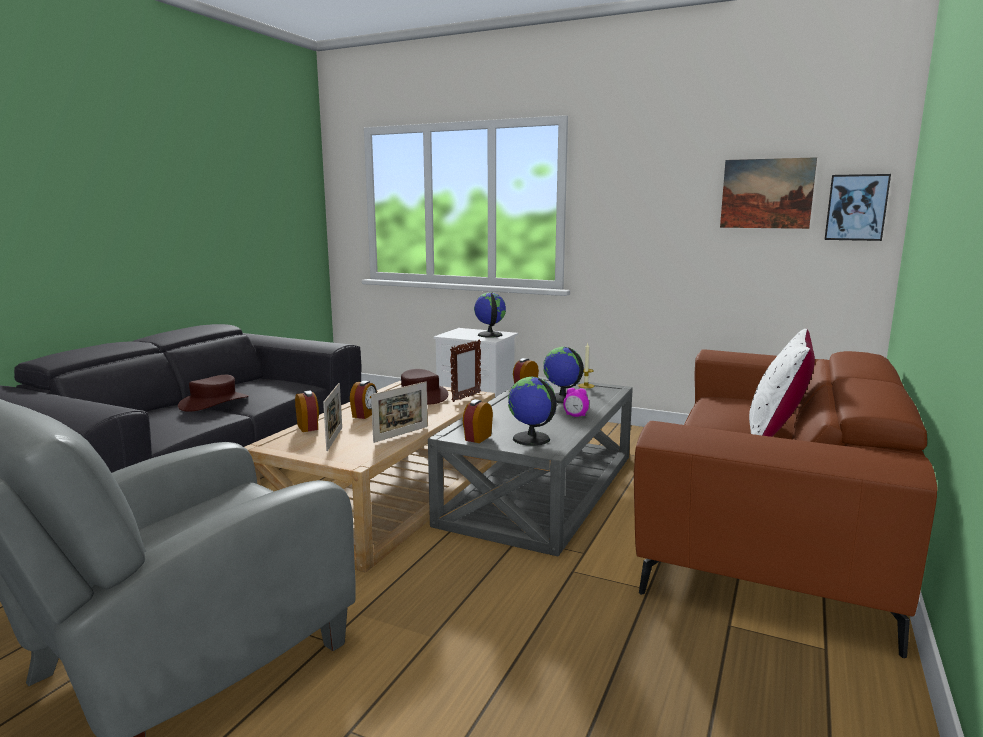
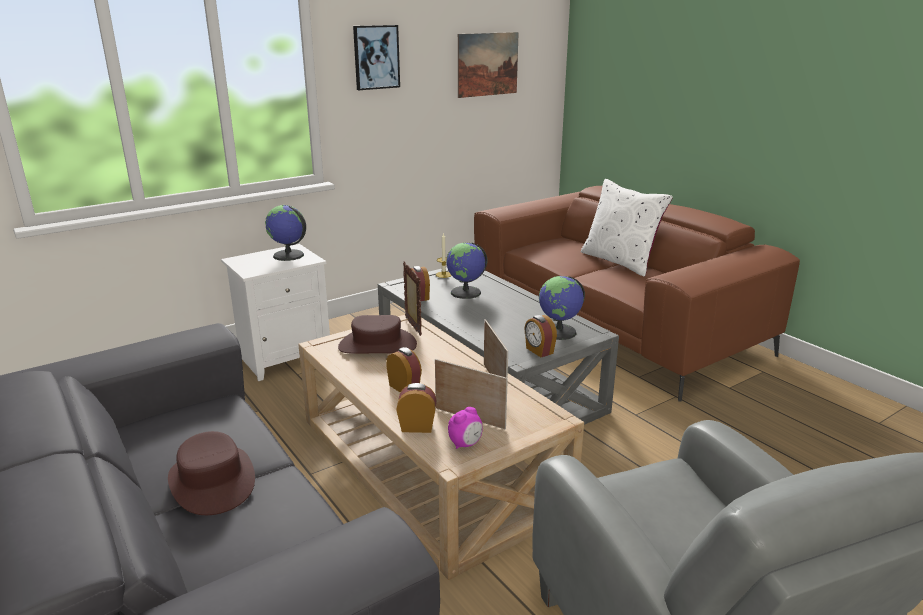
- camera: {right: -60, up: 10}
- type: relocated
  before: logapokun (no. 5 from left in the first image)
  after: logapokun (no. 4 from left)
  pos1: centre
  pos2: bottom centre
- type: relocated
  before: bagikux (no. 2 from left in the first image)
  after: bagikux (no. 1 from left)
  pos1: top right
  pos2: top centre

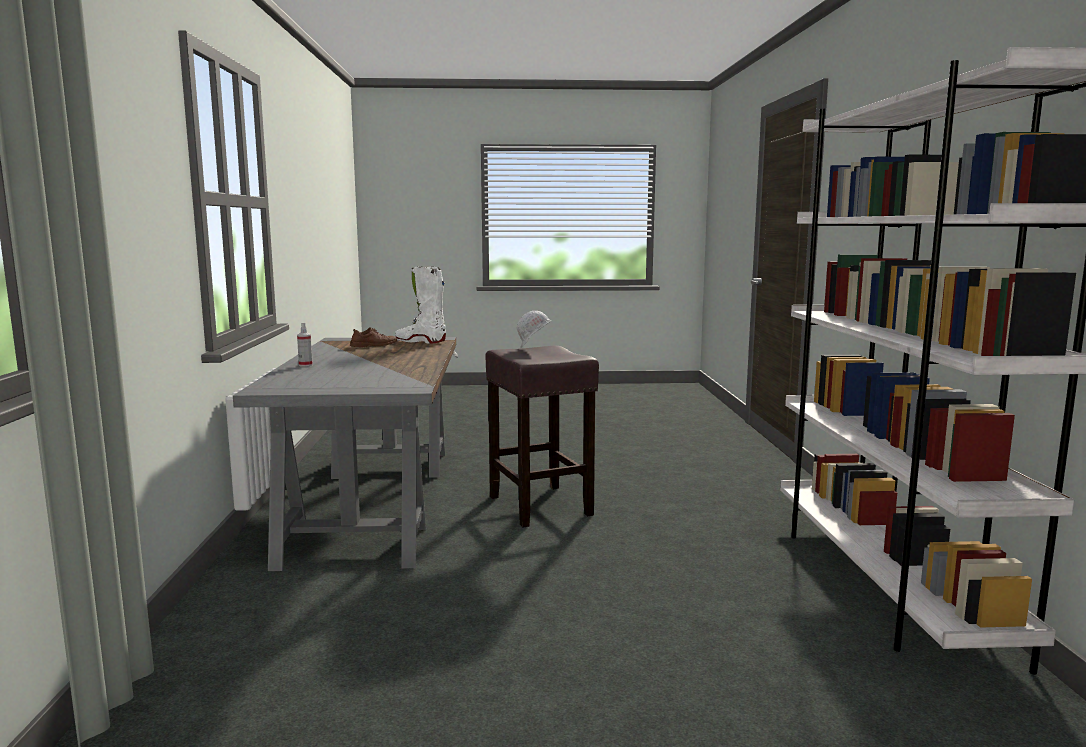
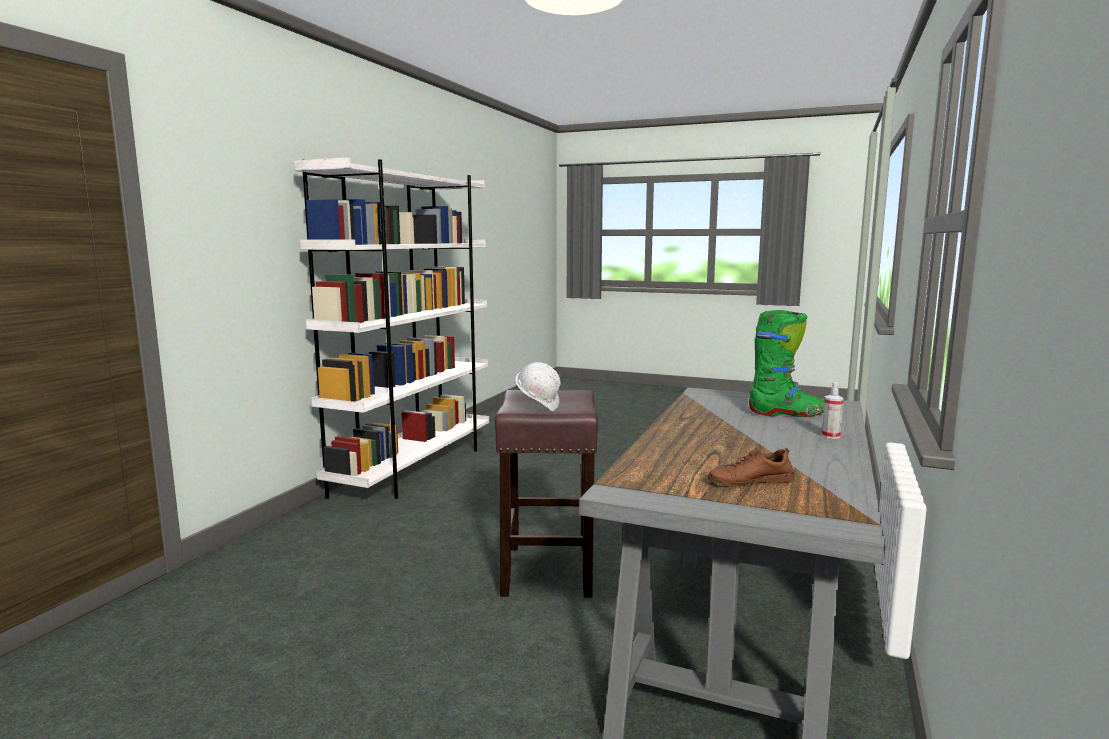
- camera: {right: -155, up: 0}
- type: missing
  before: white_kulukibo
  pos1: centre
- type: appeared
  after: green_kulukibo
  pos2: middle right

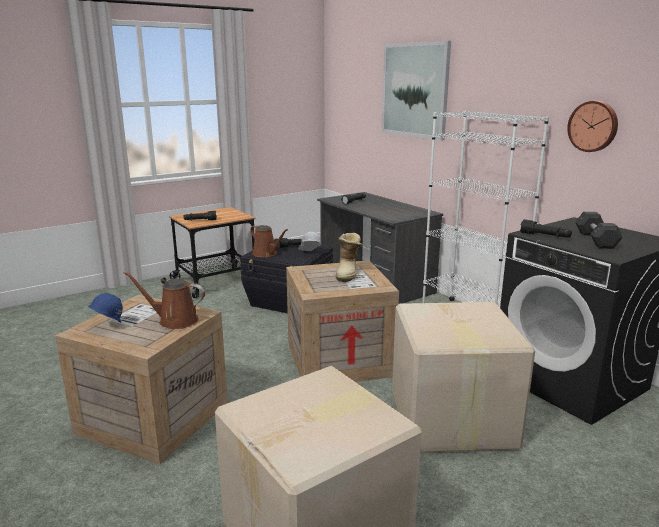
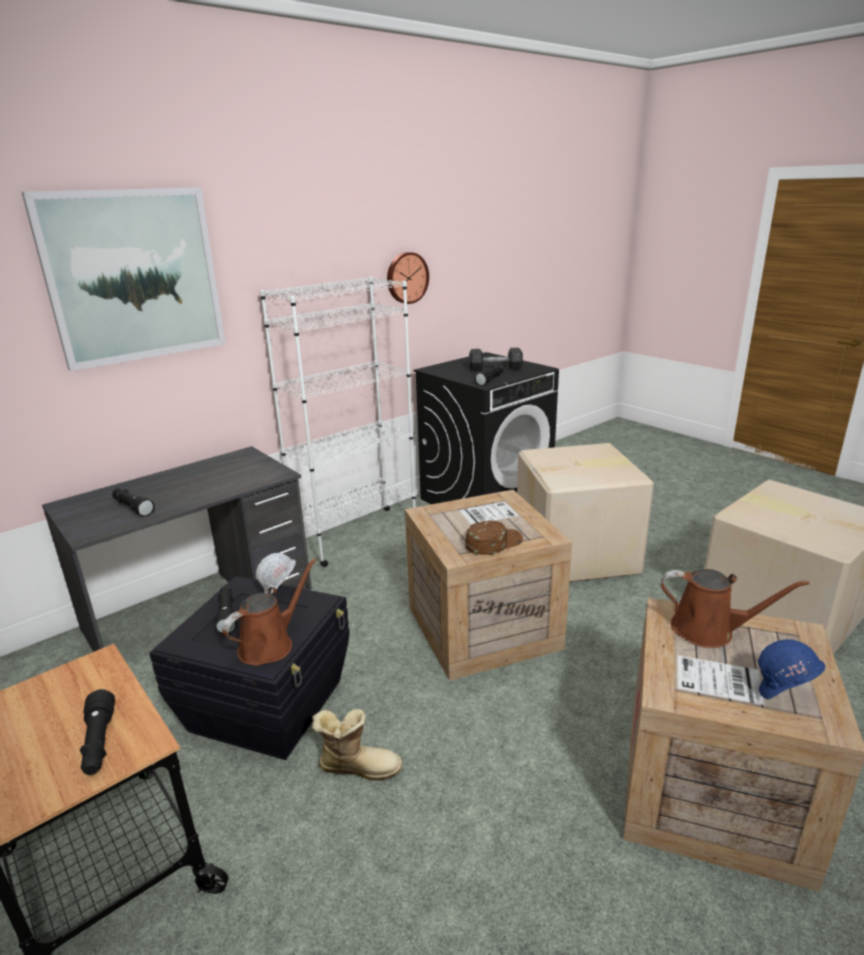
- camera: {right: -95, up: 5}
- type: spun
  before: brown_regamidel (no. 1 from left in the first image)
  pos1: middle left
  pos2: middle right
  turn: -75
- type: relocated
  before: kulukibo
  pos1: centre
  pos2: bottom centre
- type: appeared
  after: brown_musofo
  pos2: centre

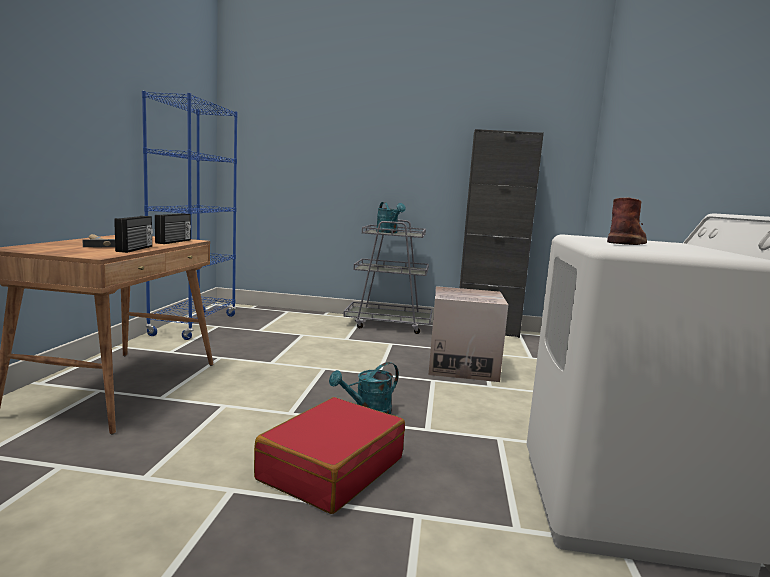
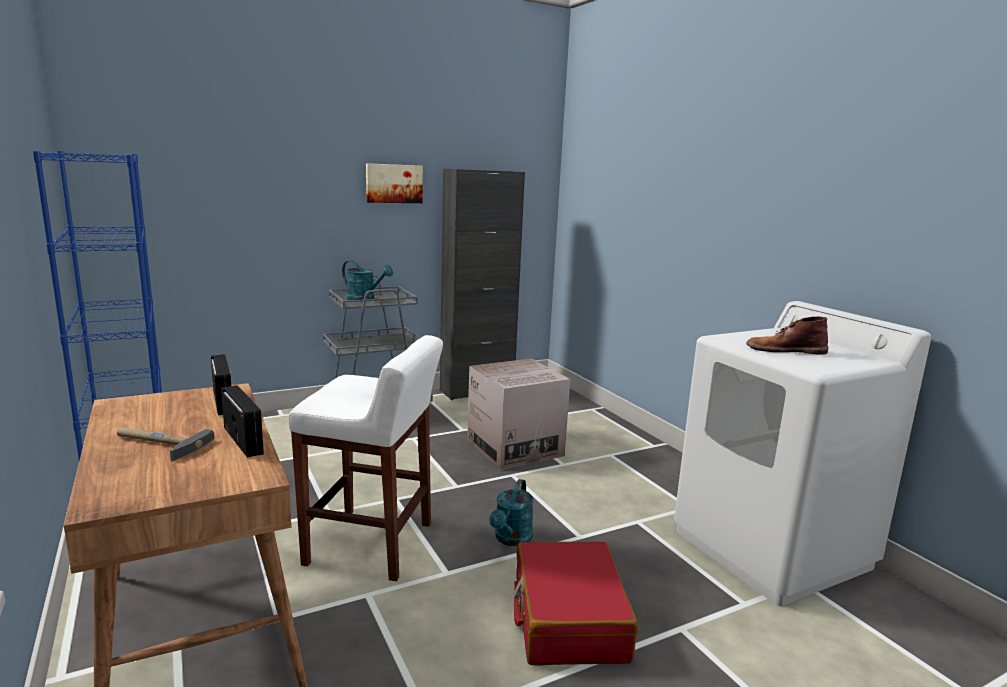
- camera: {right: -35, up: 5}
- type: spun
  before: brown_kulukibo
  pos1: middle right
  pos2: middle right
  turn: -75
- type: appeared
  after: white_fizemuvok
  pos2: bottom centre
- type: appeared
  after: bagikux
  pos2: top centre

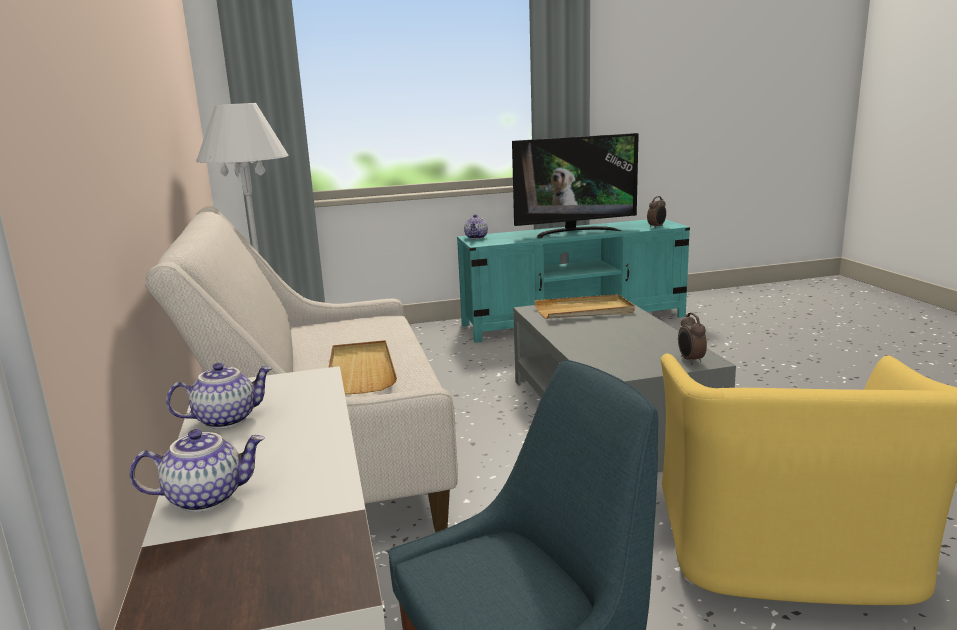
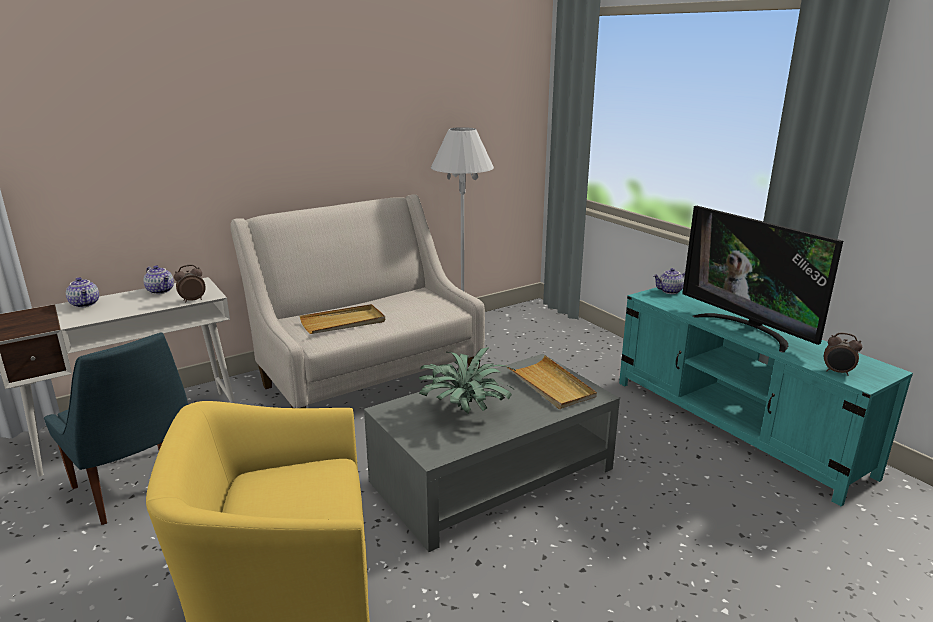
- camera: {right: 70, up: 5}
- type: relocated
  before: logapokun (no. 2 from left in the first image)
  after: logapokun (no. 1 from left)
  pos1: middle right
  pos2: middle left
- type: appeared
  after: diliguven
  pos2: centre

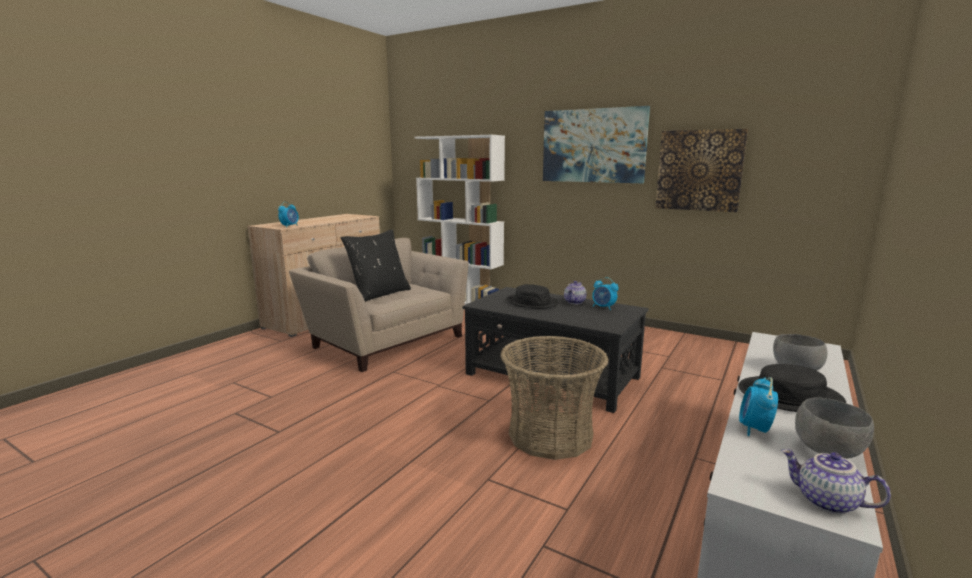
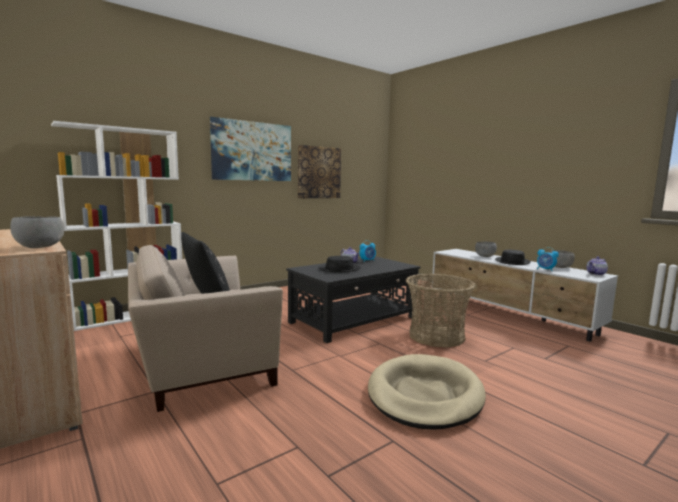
- camera: {right: -70, up: -5}
- type: exchanged
  before: logapokun (no. 1 from left)
  after: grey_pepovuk (no. 1 from left)
  pos1: middle left
  pos2: middle left
- type: appeared
  after: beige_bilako
  pos2: bottom centre

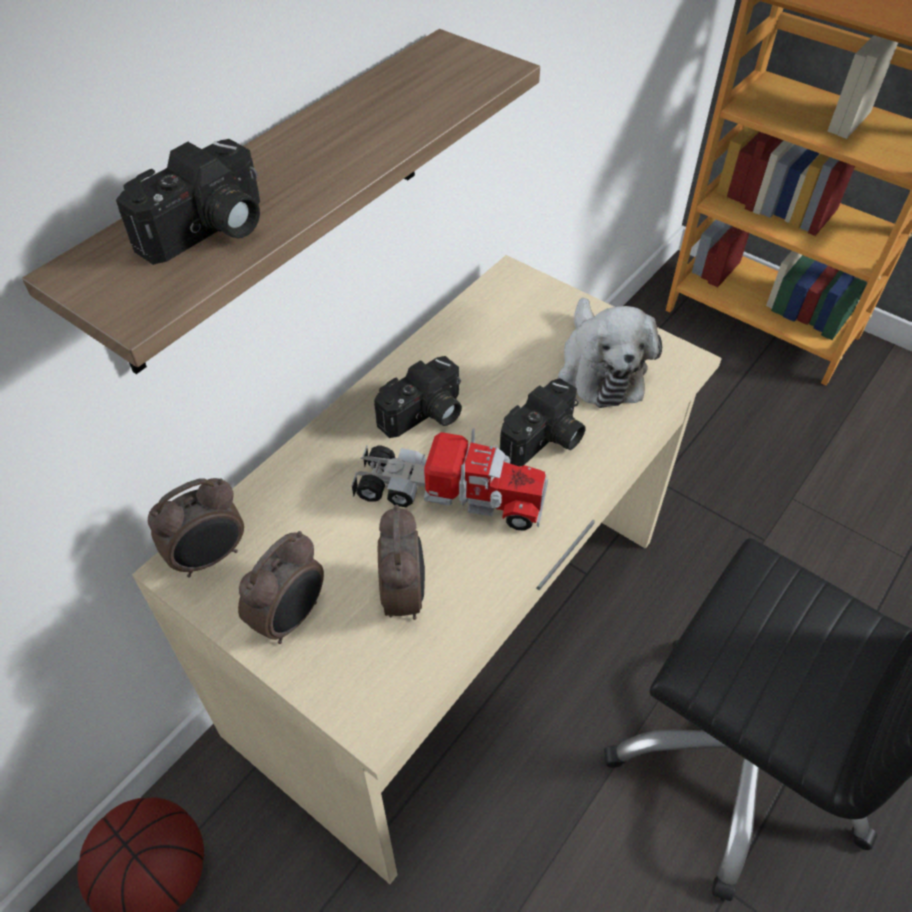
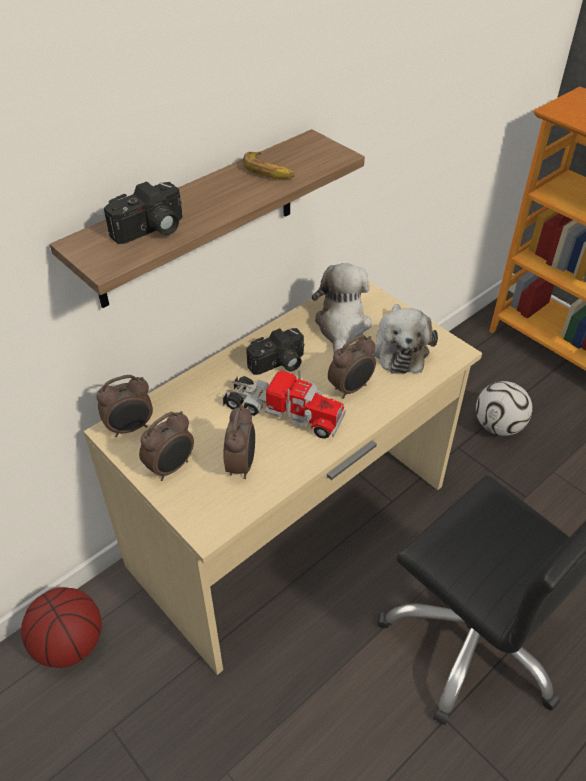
- camera: {right: 10, up: -5}
- type: exchanged
  before: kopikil (no. 3 from left)
  after: logapokun (no. 4 from left)
  pos1: centre
  pos2: centre
- type: appeared
  after: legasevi
  pos2: top centre
- type: appeared
  after: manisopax (no. 1 from left)
  pos2: centre
- type: appeared
  after: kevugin
  pos2: middle right

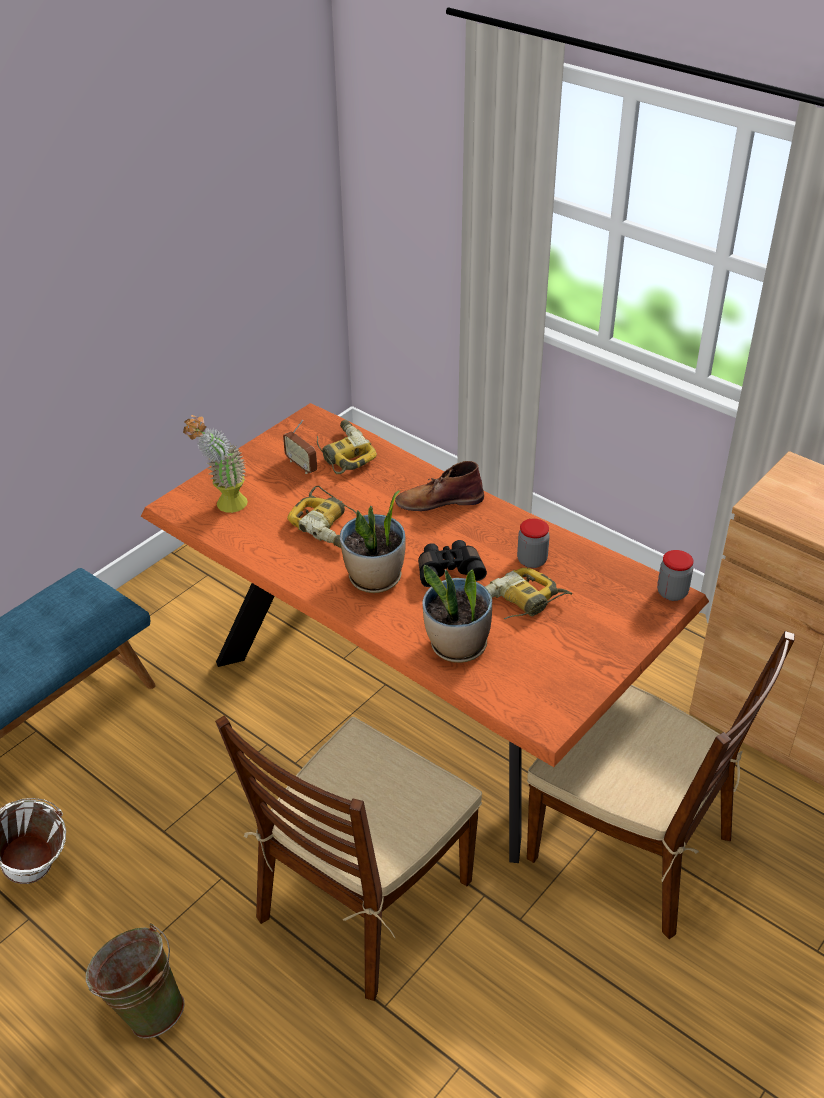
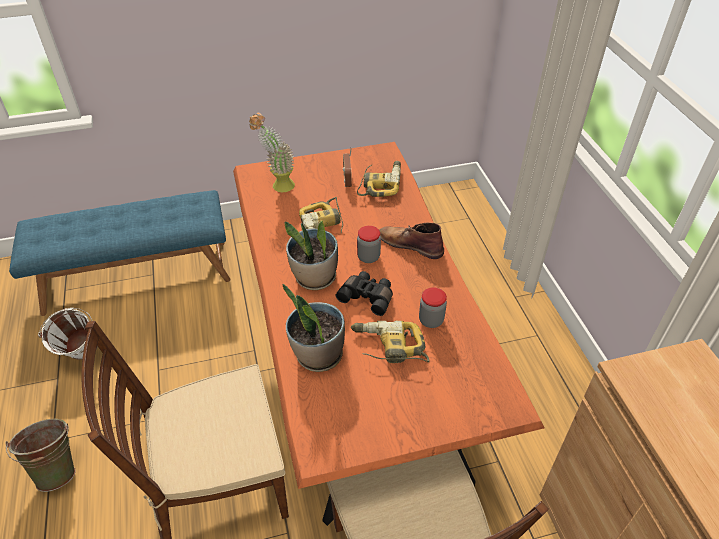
- camera: {right: 35, up: 5}
- type: relocated
  before: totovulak (no. 2 from left in the first image)
  after: totovulak (no. 1 from left)
  pos1: middle right
  pos2: centre

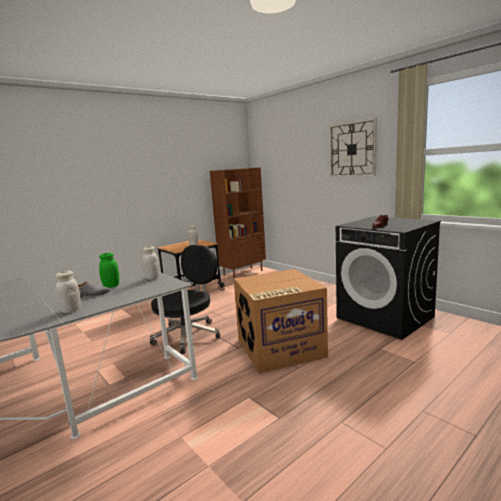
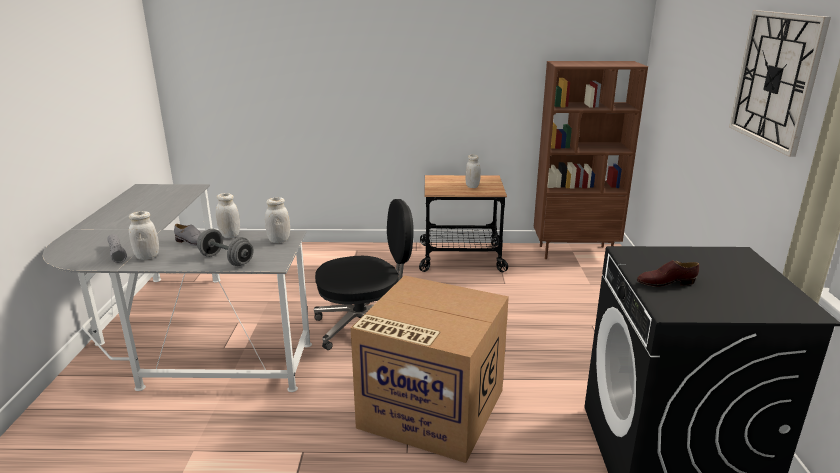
- camera: {right: 40, up: 10}
- type: colour
  before: green_totovulak
  after: white_totovulak (no. 2 from left)
  pos1: middle left
  pos2: middle left
- type: appeared
  after: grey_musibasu
  pos2: middle left
- type: appeared
  after: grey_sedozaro
  pos2: middle left

